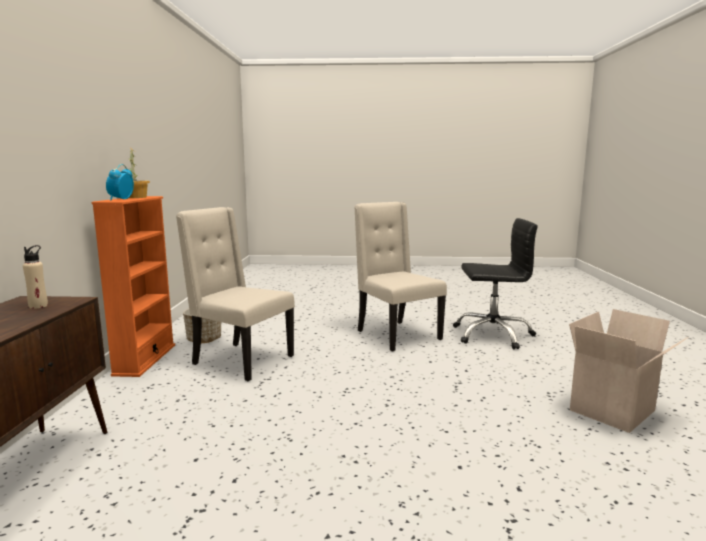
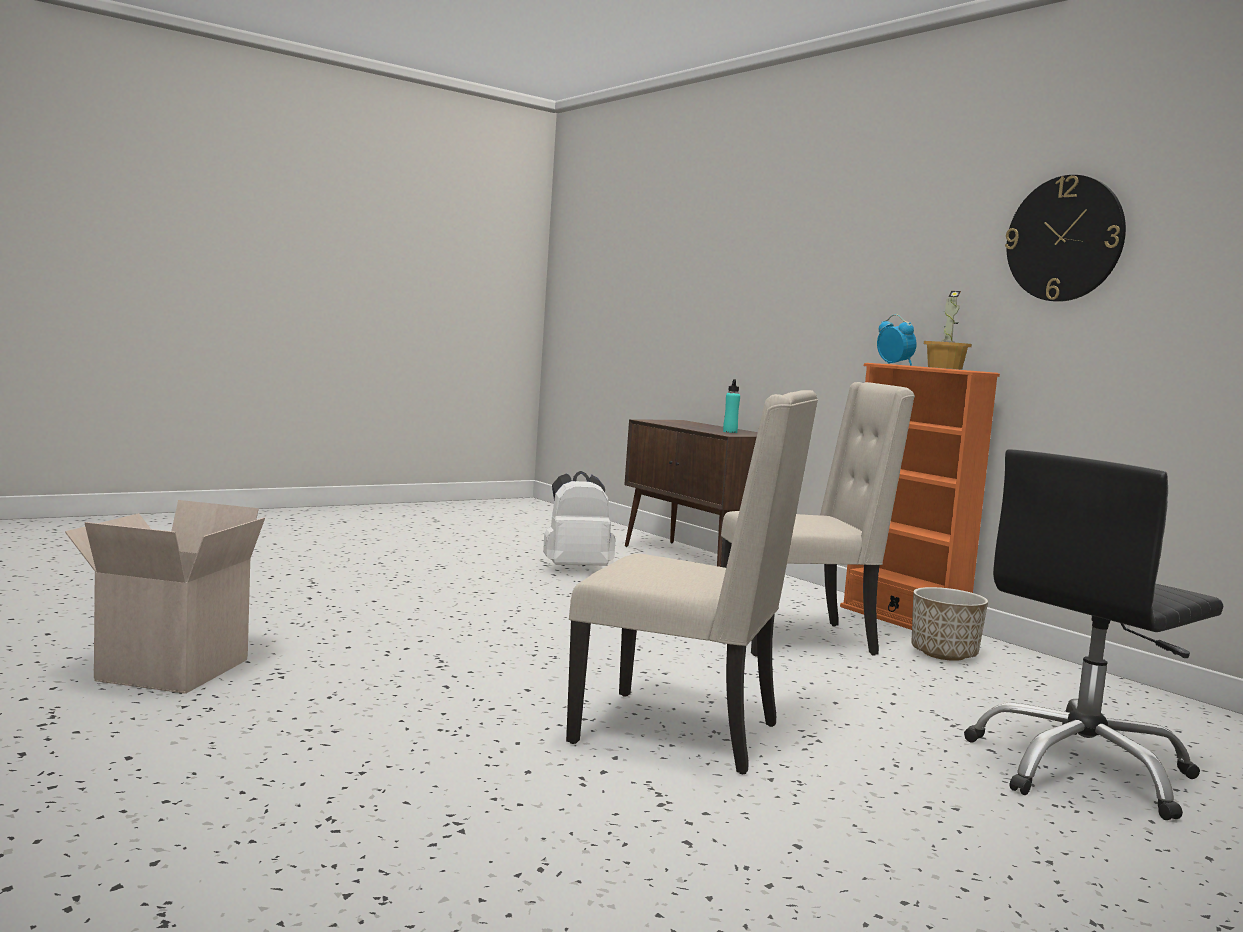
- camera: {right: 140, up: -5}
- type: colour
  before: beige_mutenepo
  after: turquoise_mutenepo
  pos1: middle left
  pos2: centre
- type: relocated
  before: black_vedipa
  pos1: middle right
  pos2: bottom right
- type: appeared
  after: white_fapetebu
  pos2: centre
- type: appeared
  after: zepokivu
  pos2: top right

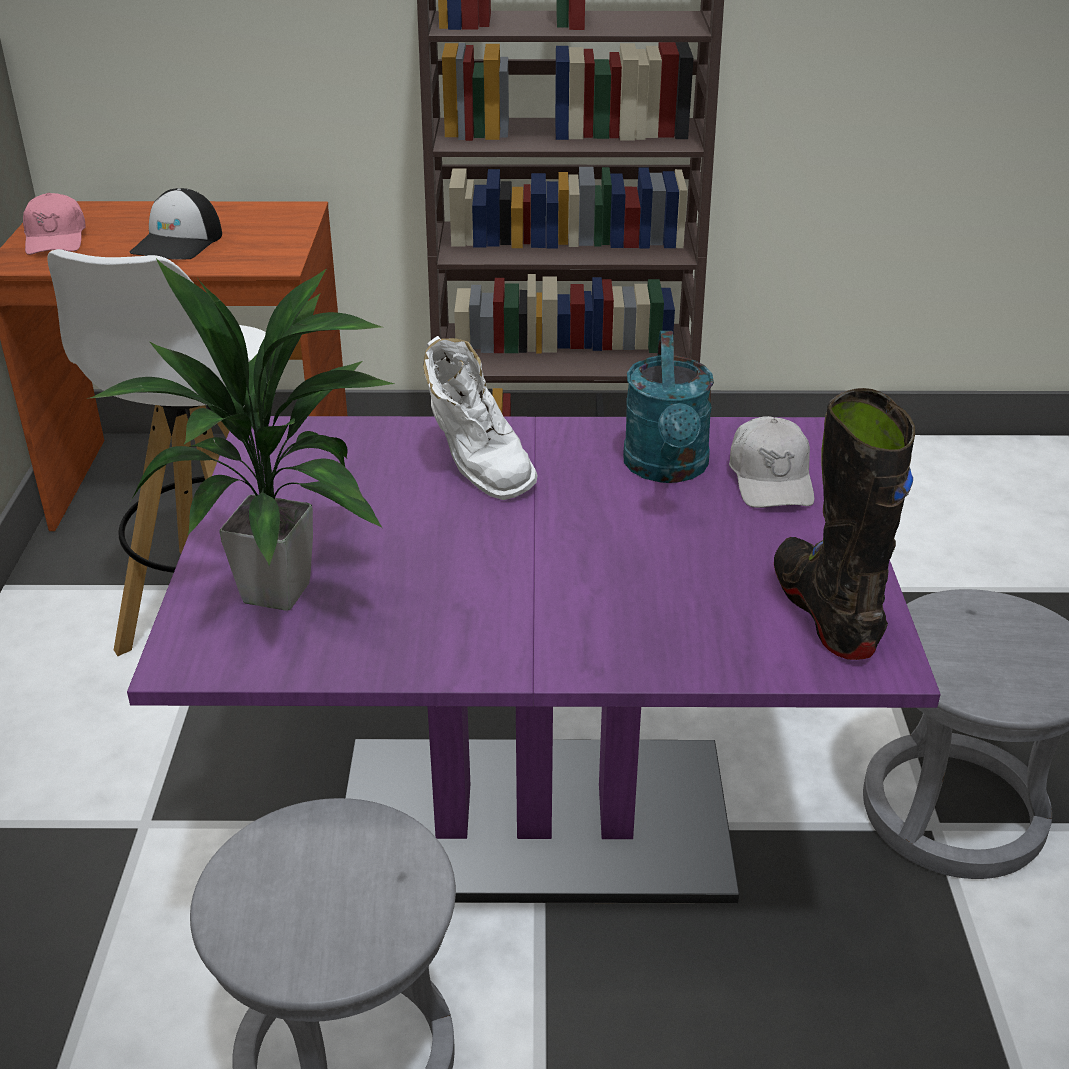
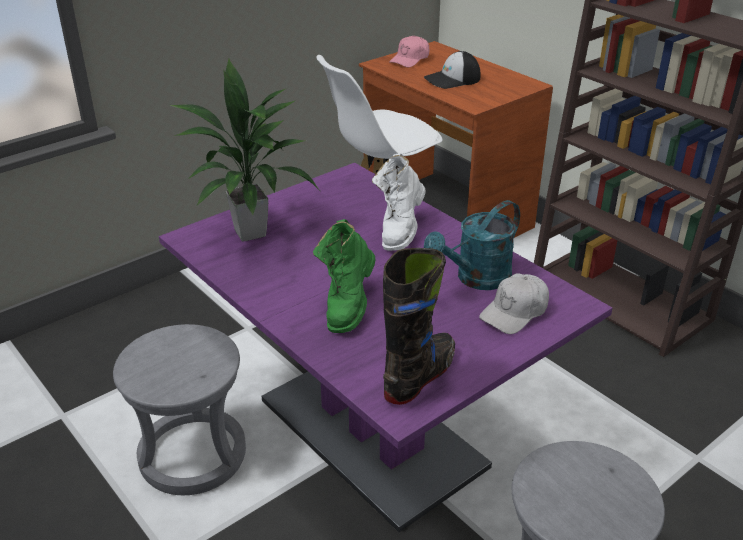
- camera: {right: 50, up: 0}
- type: appeared
  after: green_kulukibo
  pos2: centre

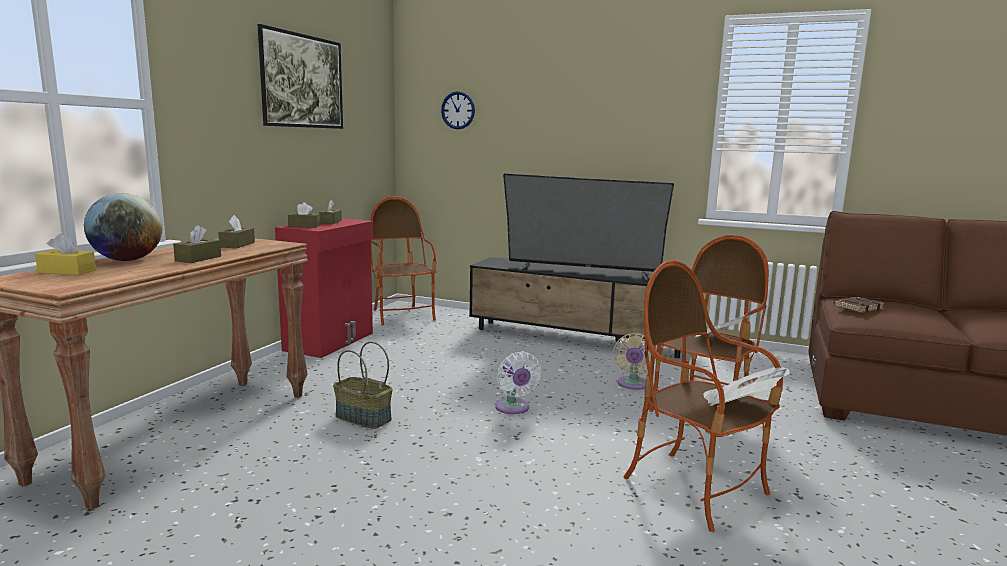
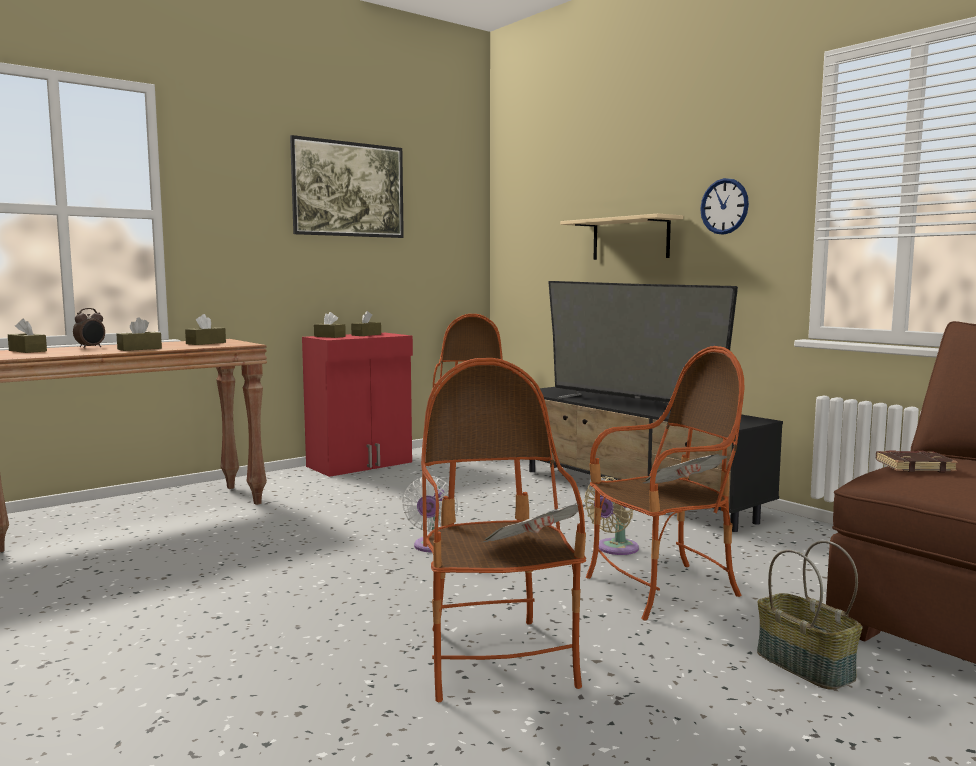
- camera: {right: 30, up: -5}
- type: colour
  before: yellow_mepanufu
  after: brown_mepanufu (no. 1 from left)
  pos1: middle left
  pos2: middle left
- type: exchanged
  before: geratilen
  after: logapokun
  pos1: middle left
  pos2: middle left
- type: relocated
  before: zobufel
  pos1: bottom centre
  pos2: bottom right
- type: relocated
  before: zepokivu
  pos1: top centre
  pos2: top right
- type: appeared
  after: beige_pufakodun
  pos2: top centre

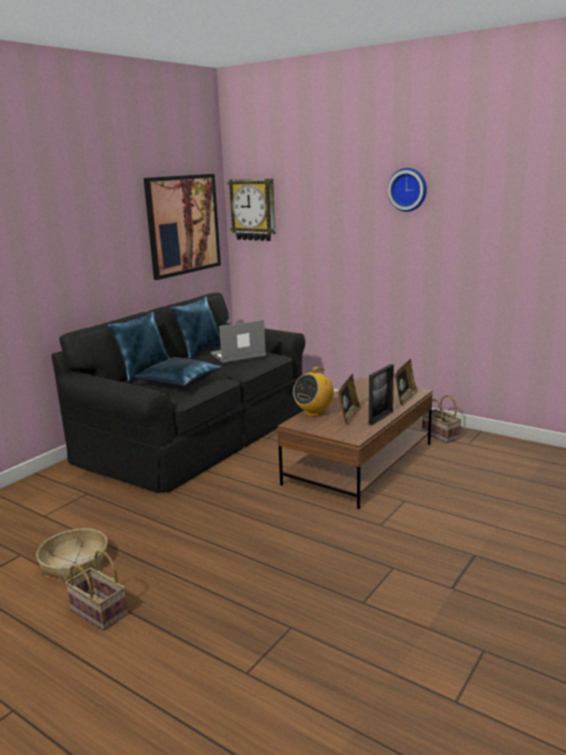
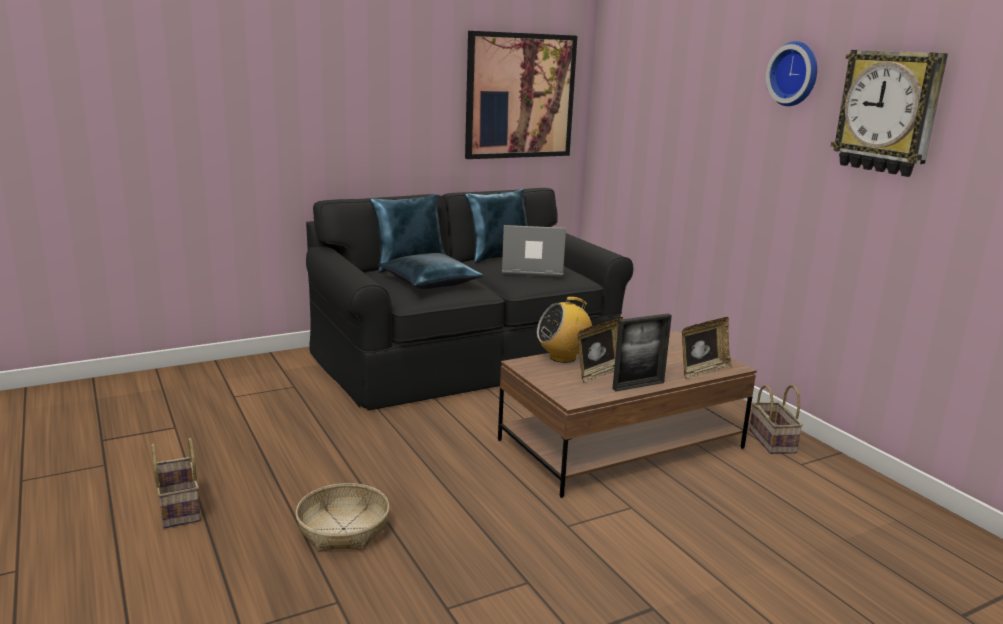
- camera: {right: 25, up: 0}
- type: relocated
  before: zobufel (no. 1 from left in the first image)
  after: zobufel (no. 2 from left)
  pos1: bottom left
  pos2: bottom centre
- type: relocated
  before: zepokivu (no. 1 from left in the first image)
  after: zepokivu (no. 2 from left)
  pos1: top centre
  pos2: top right

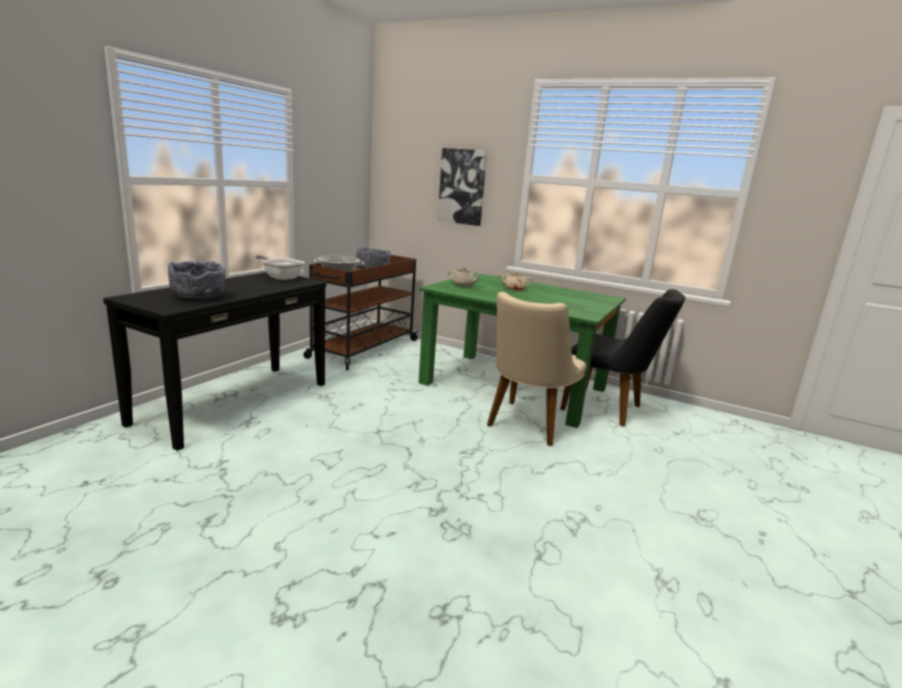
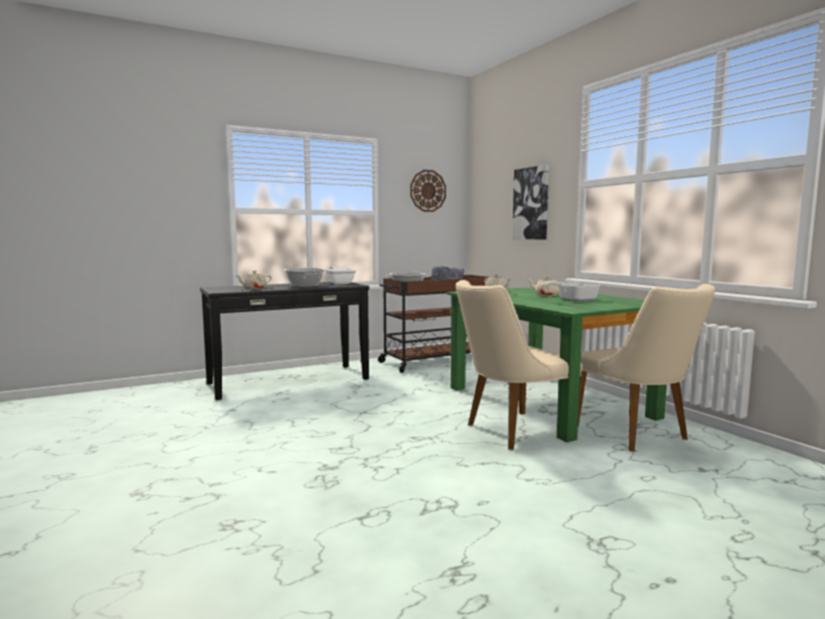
- camera: {right: 35, up: -10}
- type: exchanged
  before: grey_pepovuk (no. 1 from left)
  after: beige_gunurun (no. 1 from left)
  pos1: middle left
  pos2: middle left
- type: colour
  before: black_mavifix
  after: beige_mavifix (no. 2 from left)
  pos1: middle right
  pos2: middle right
- type: appeared
  after: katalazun (no. 1 from left)
  pos2: centre
- type: appeared
  after: zepokivu
  pos2: top centre
- type: appeared
  after: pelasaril (no. 2 from left)
  pos2: middle right

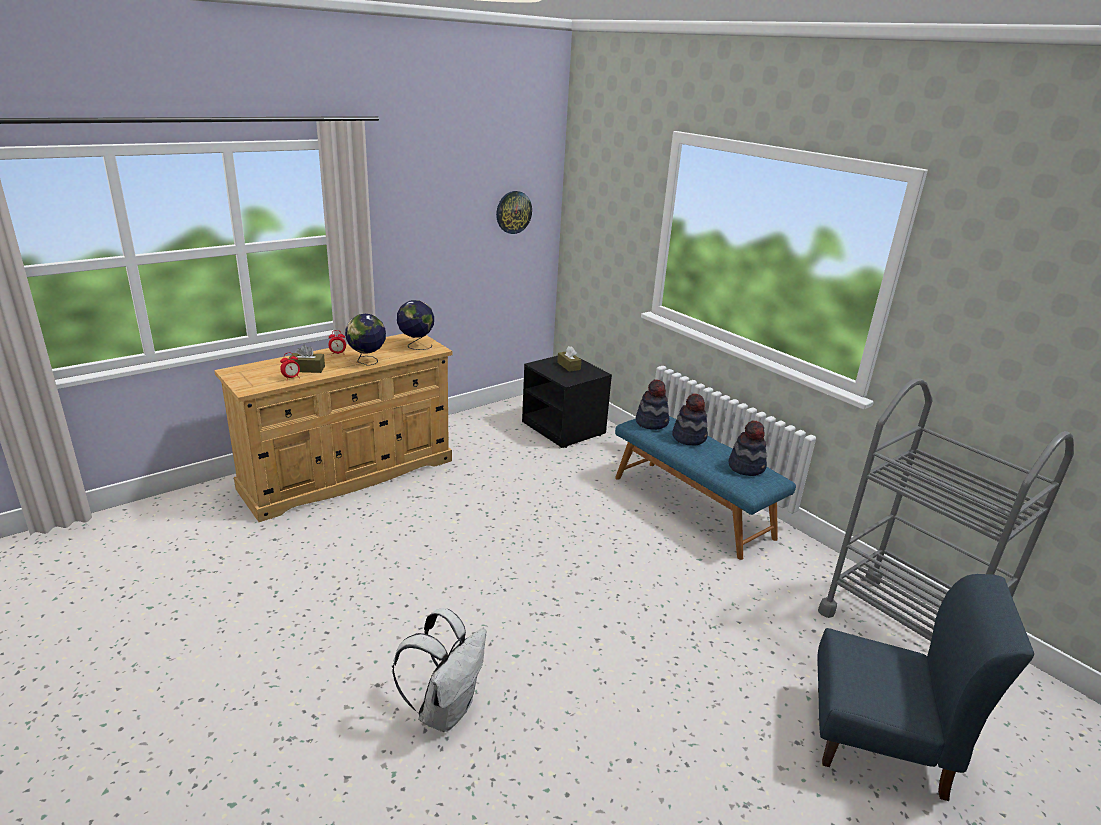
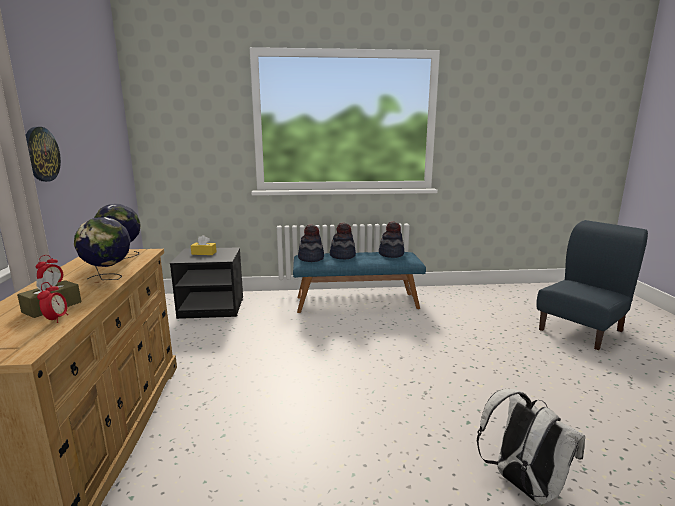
- camera: {right: -55, up: -10}
- type: relocated
  before: zepokivu
  pos1: top centre
  pos2: top left
- type: colour
  before: brown_mepanufu (no. 2 from left)
  after: yellow_mepanufu
  pos1: centre
  pos2: middle left
- type: missing
  before: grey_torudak
  pos1: middle right

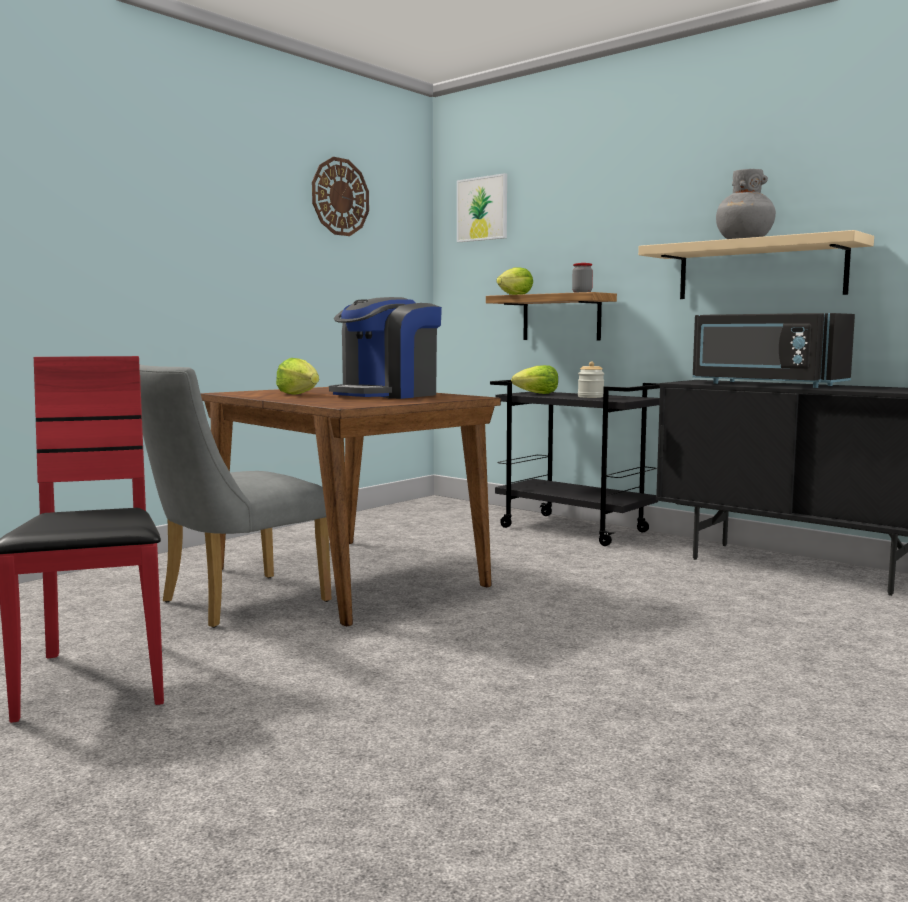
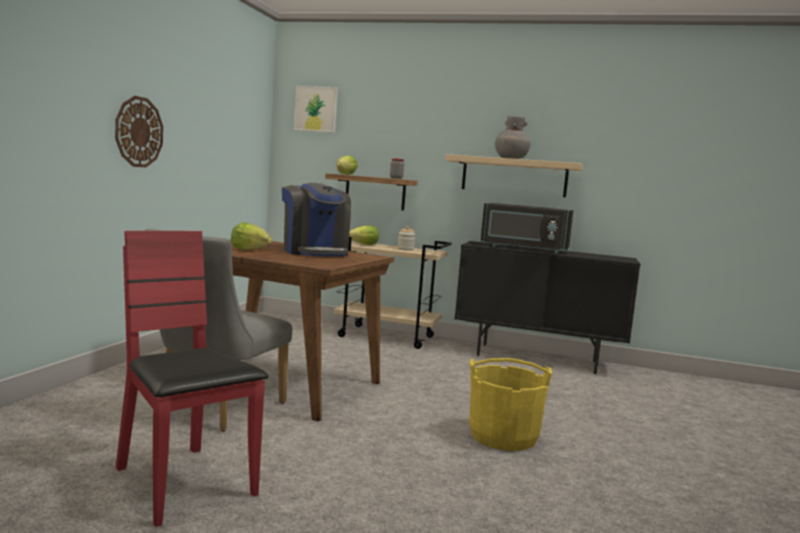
- camera: {right: -25, up: 0}
- type: relocated
  before: zepokivu
  pos1: top centre
  pos2: top left
- type: spun
  before: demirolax
  pos1: centre
  pos2: centre
  turn: -45
- type: colour
  before: black_torudak
  after: beige_torudak
  pos1: centre
  pos2: centre
- type: appeared
  after: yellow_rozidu
  pos2: bottom centre

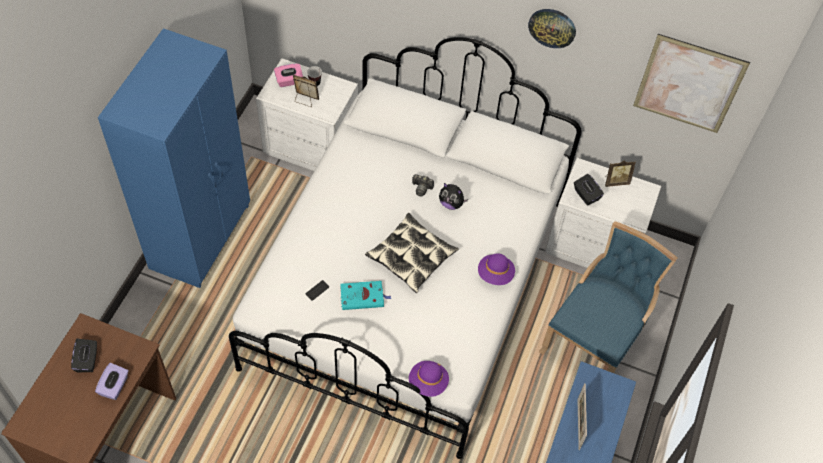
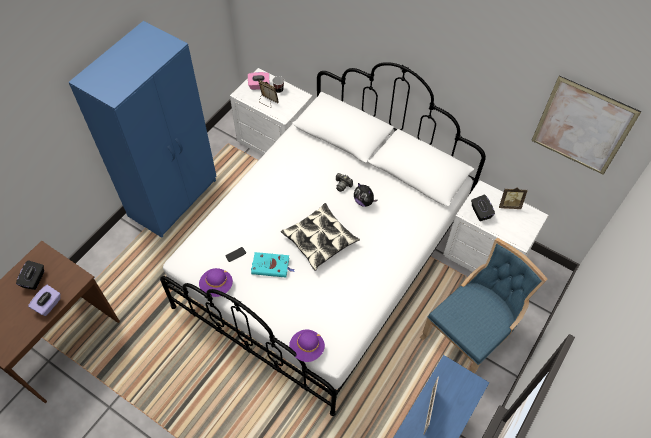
- camera: {right: 15, up: 0}
- type: relocated
  before: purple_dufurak (no. 2 from left in the first image)
  after: purple_dufurak (no. 1 from left)
  pos1: centre
  pos2: middle left
- type: missing
  before: zepokivu
  pos1: top right

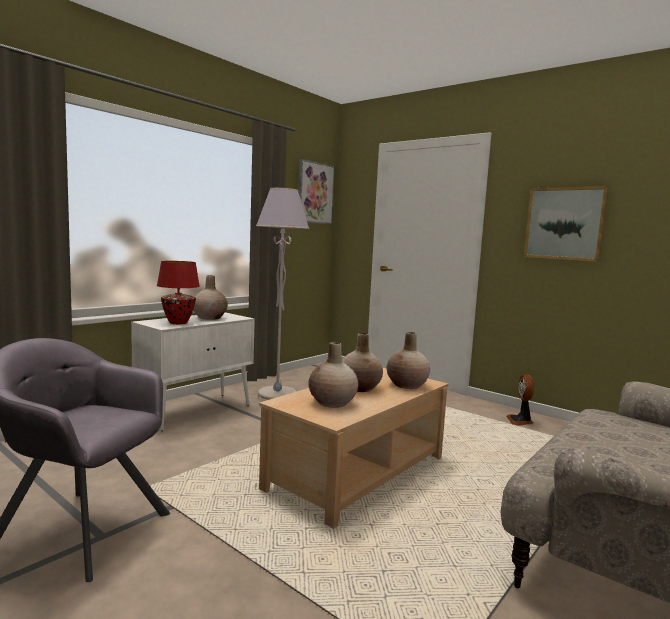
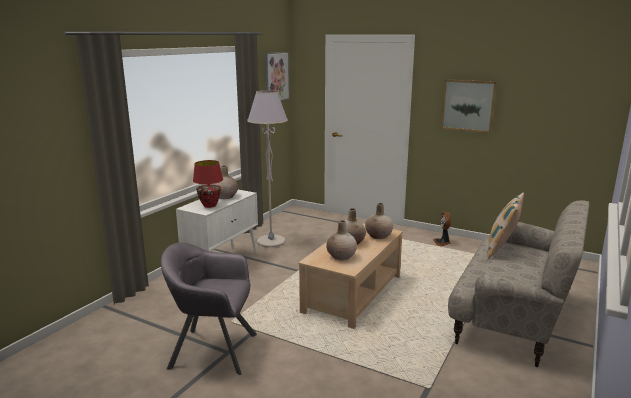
- camera: {right: -10, up: 10}
- type: appeared
  after: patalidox
  pos2: middle right

